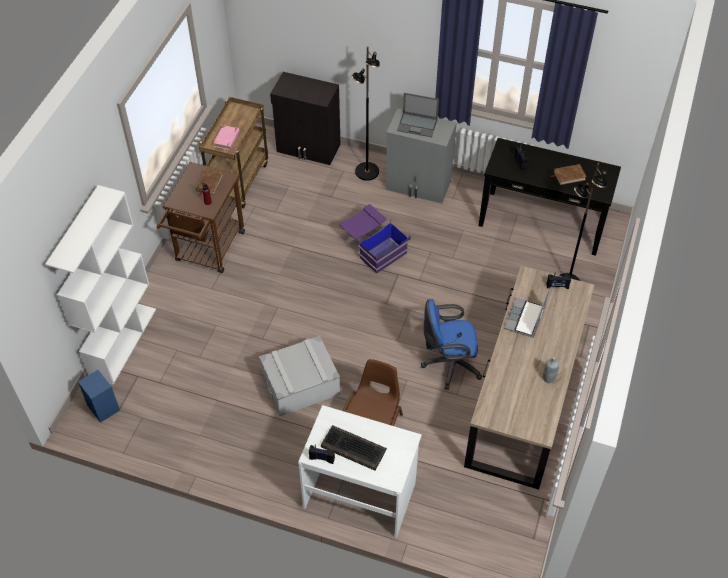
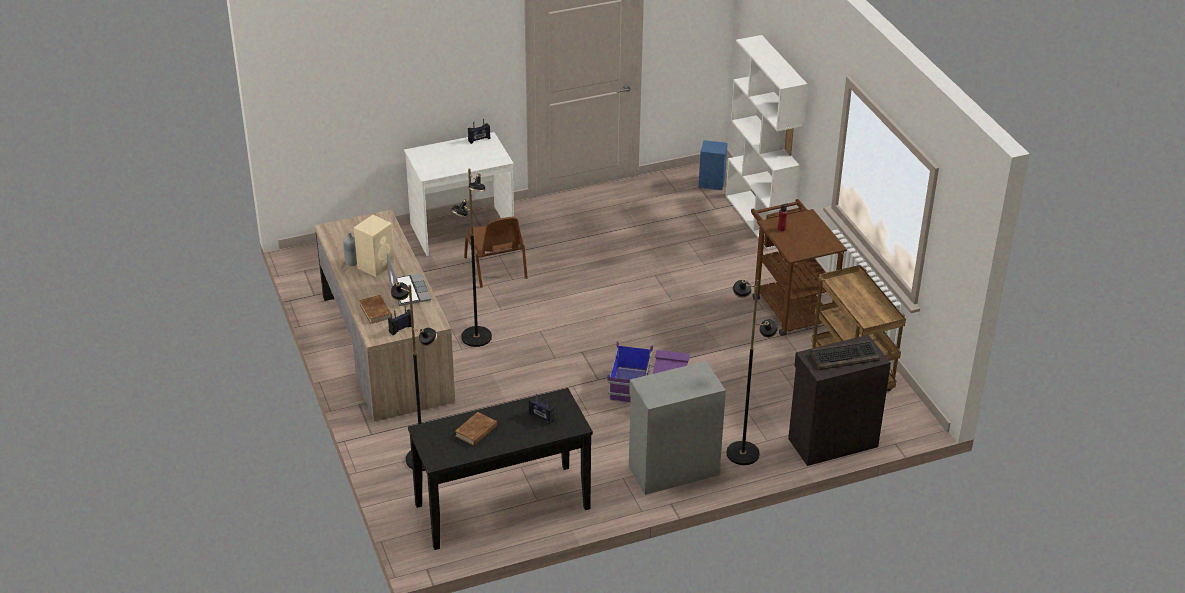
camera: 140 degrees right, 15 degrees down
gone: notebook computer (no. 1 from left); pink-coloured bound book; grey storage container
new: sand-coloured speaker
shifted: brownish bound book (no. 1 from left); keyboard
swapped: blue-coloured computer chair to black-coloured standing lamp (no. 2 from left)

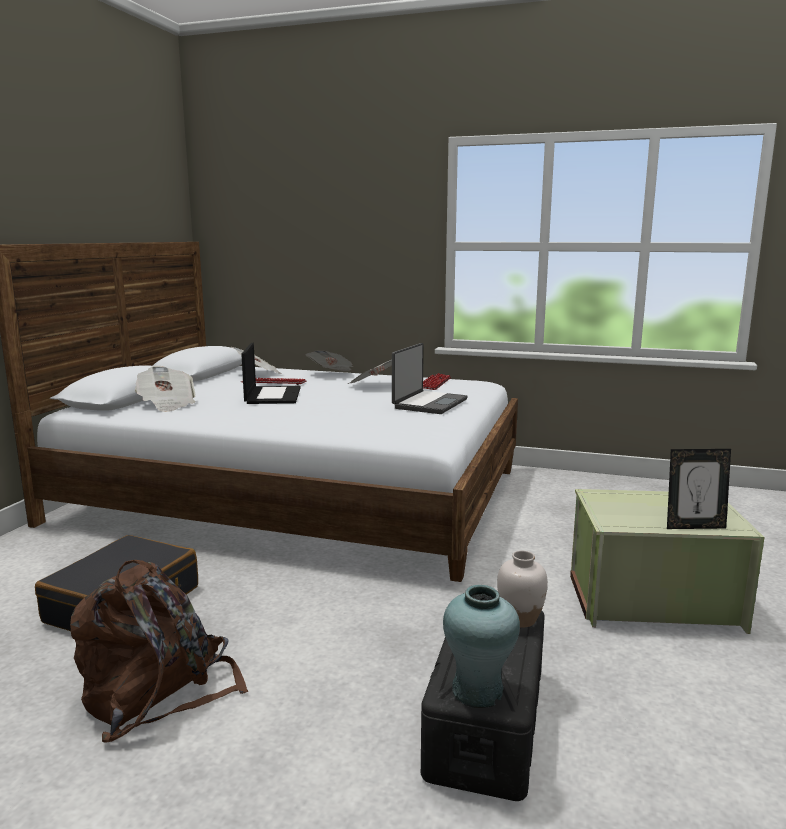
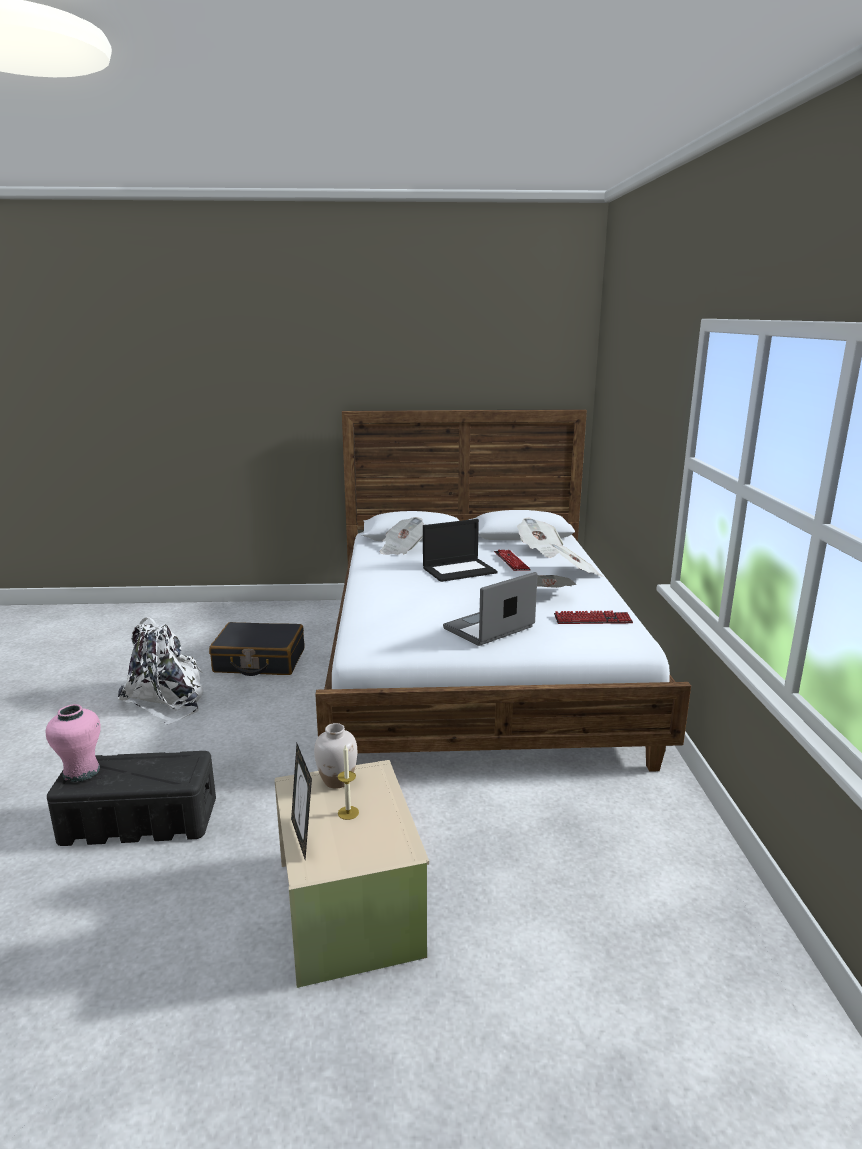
camera: 70 degrees right, 5 degrees up
new: wax light
shifted: white vase
repainted: greenish storage container to sand-coloured storage container; brownish backpack to white backpack; blue-green vase to pink-coloured vase
rotated: notebook computer (no. 2 from left) 135 degrees clockwise

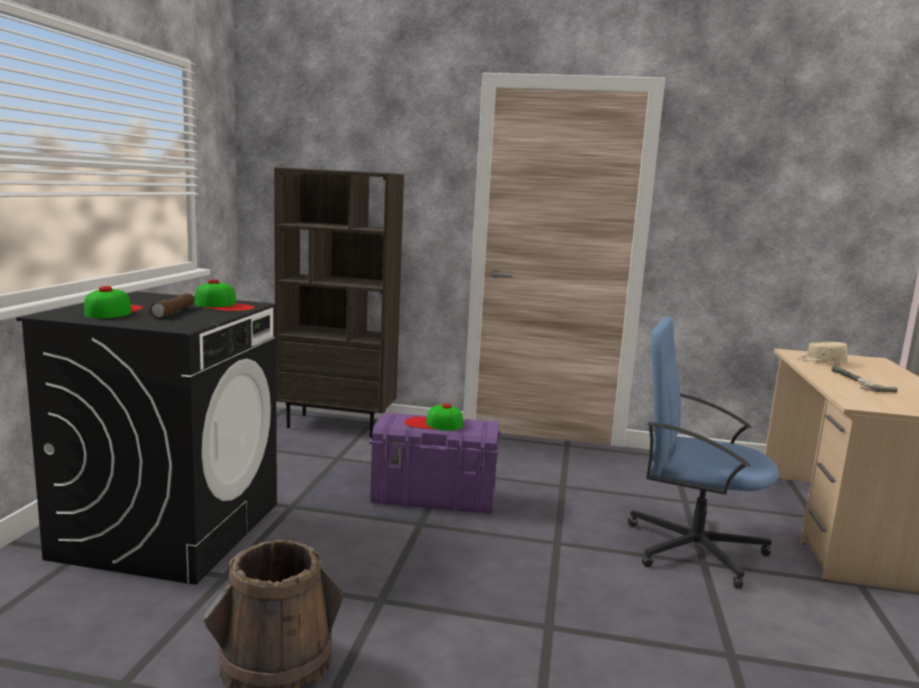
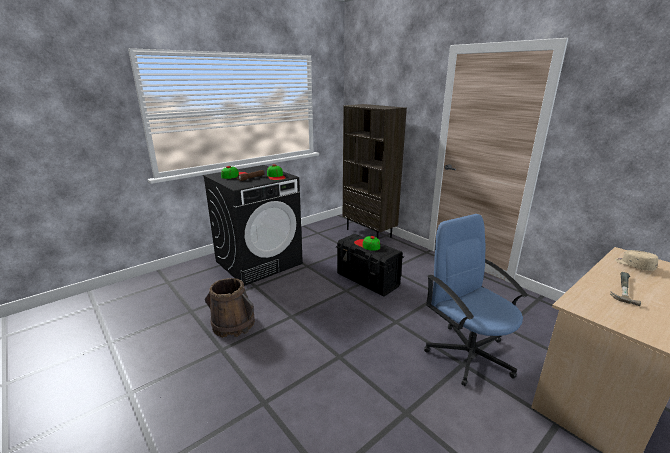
camera: 40 degrees right, 10 degrees up
repainted: purple storage container to black-coloured storage container

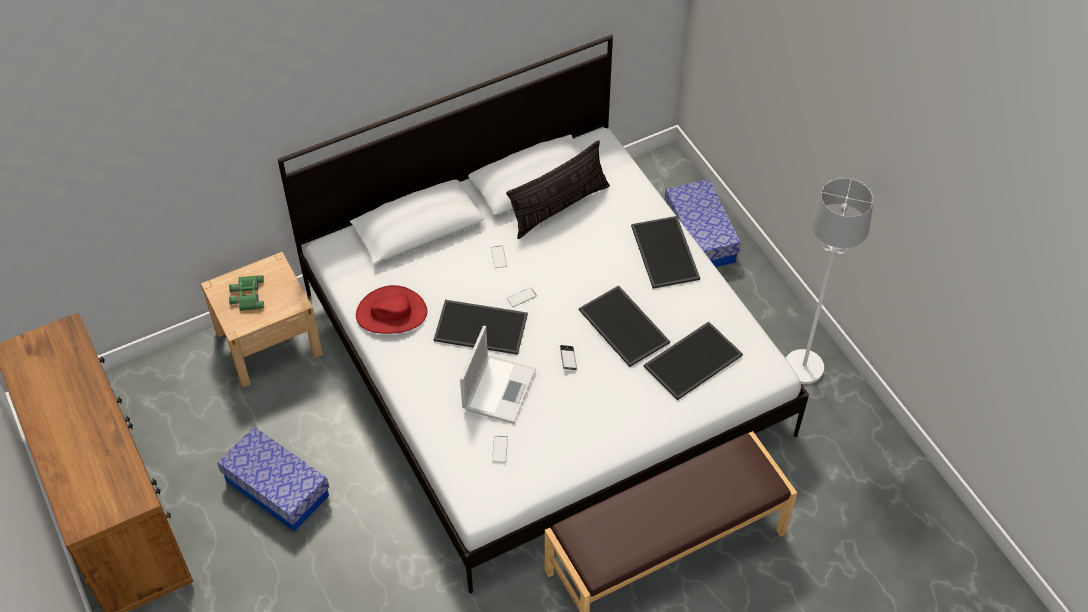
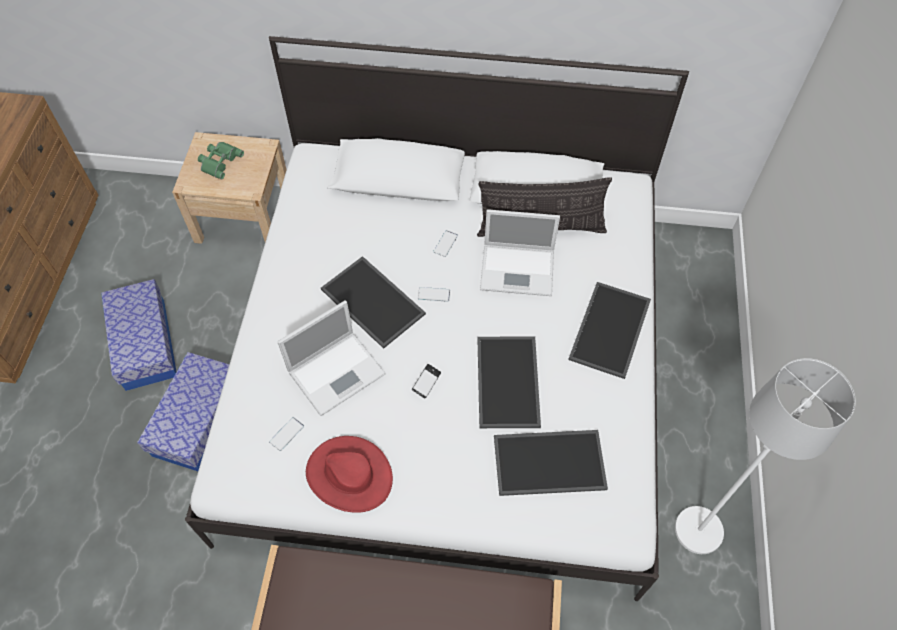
camera: 35 degrees right, 5 degrees up
new: notebook computer (no. 2 from left)
shifted: storage container (no. 2 from left); reddish wearable hat

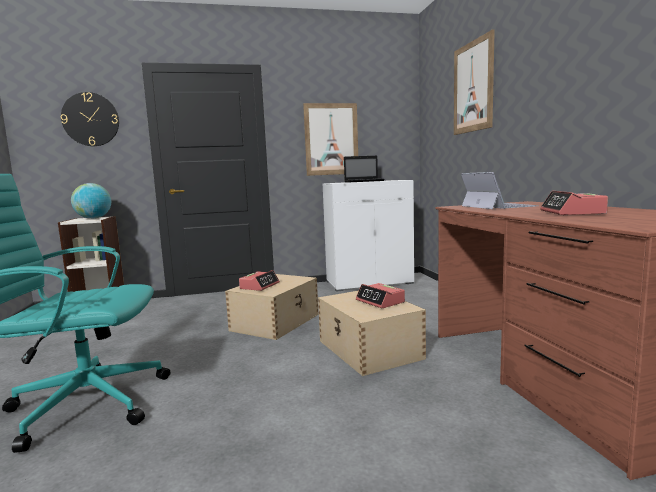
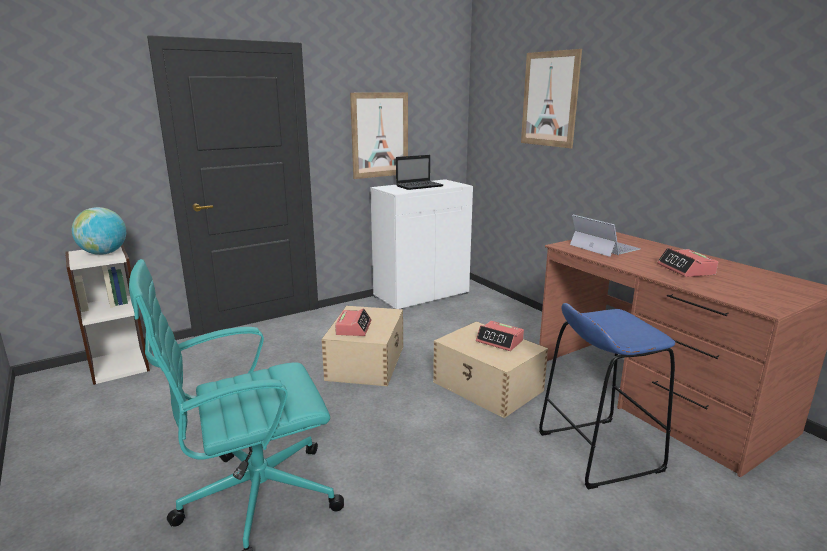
camera: 20 degrees left, 10 degrees up
gone: hanging clock
new: blue-coloured stool

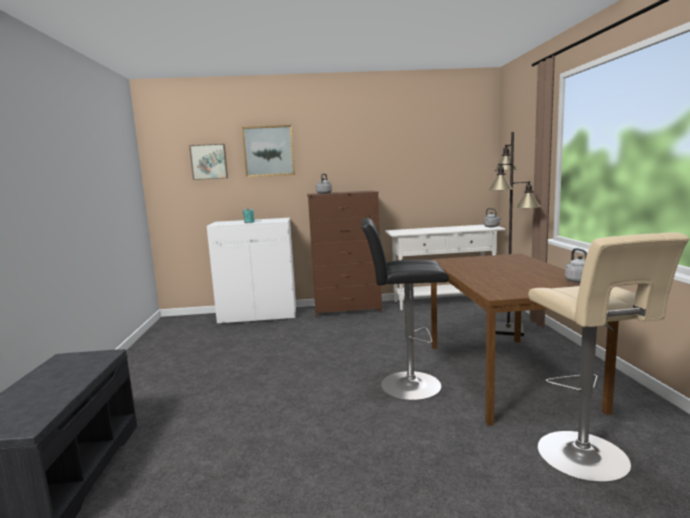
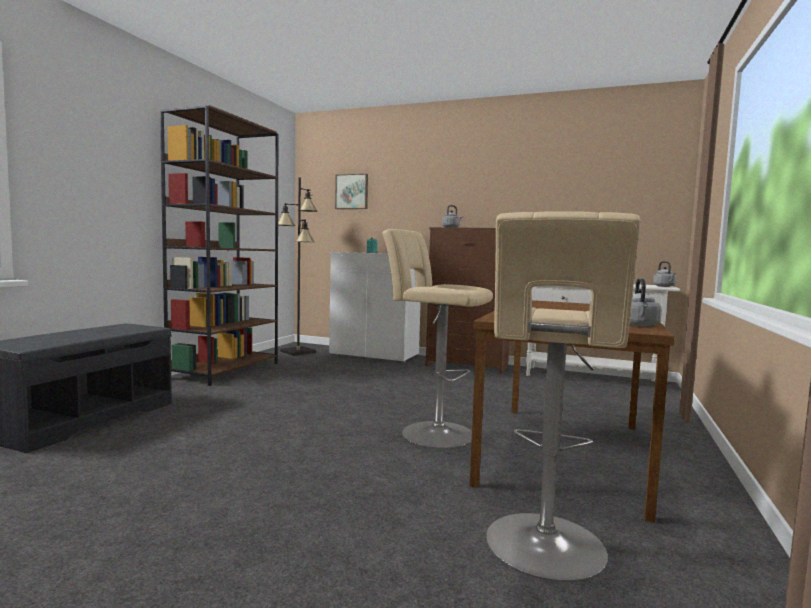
camera: 25 degrees right, 5 degrees down
gone: wall picture (no. 2 from left)
new: brownish shelving unit
shifted: black-coloured standing lamp
repainted: black-coloured stool to sand-coloured stool (no. 1 from left)

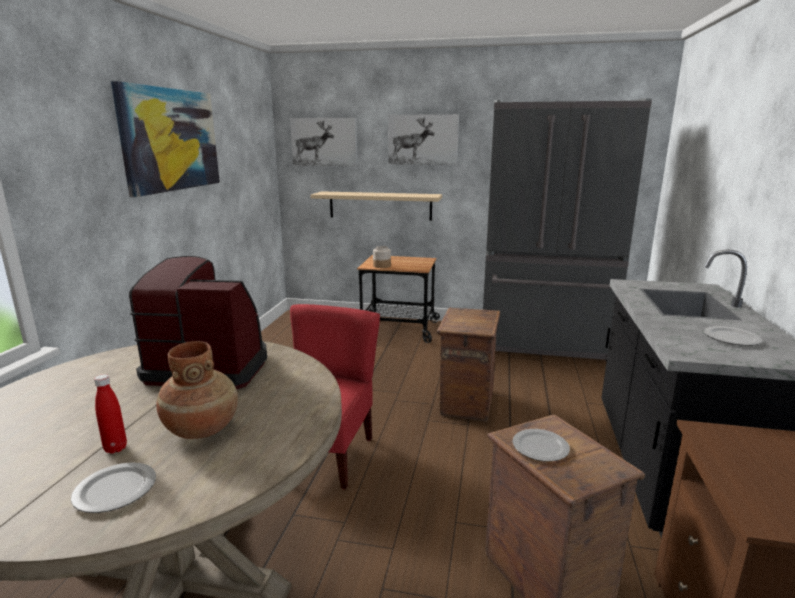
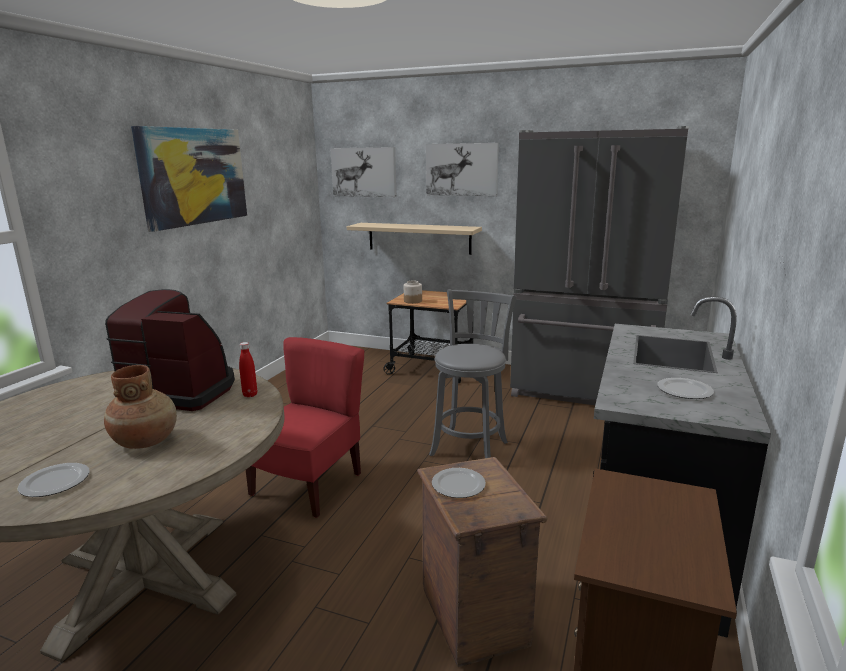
camera: 10 degrees right, 0 degrees up
shifted: reddish drink bottle
swapped: packing crate (no. 1 from left) to grey stool

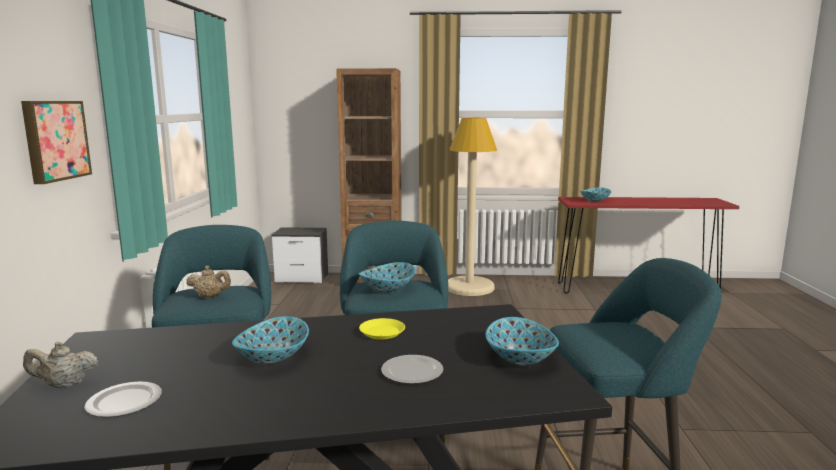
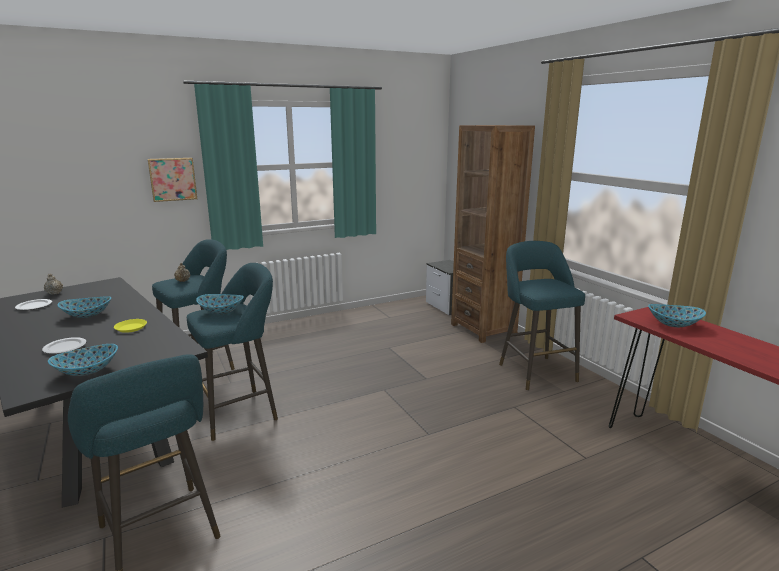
camera: 60 degrees right, 5 degrees up
swapped: sand-coloured standing lamp to blue-green stool (no. 4 from left)

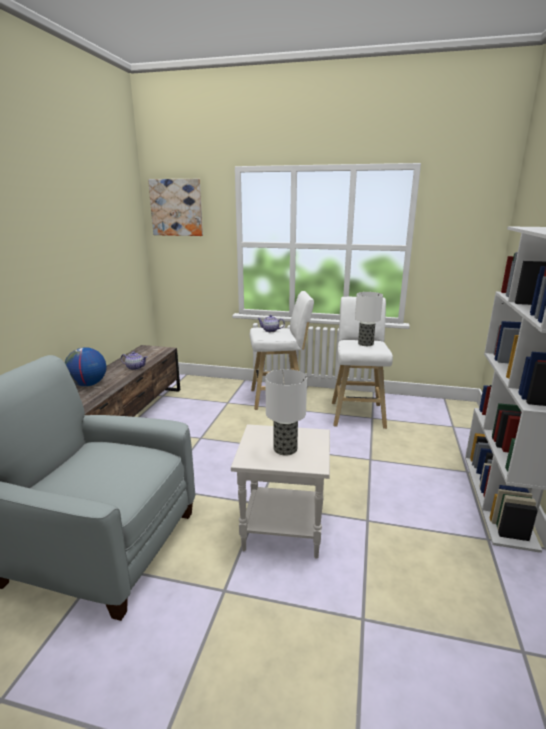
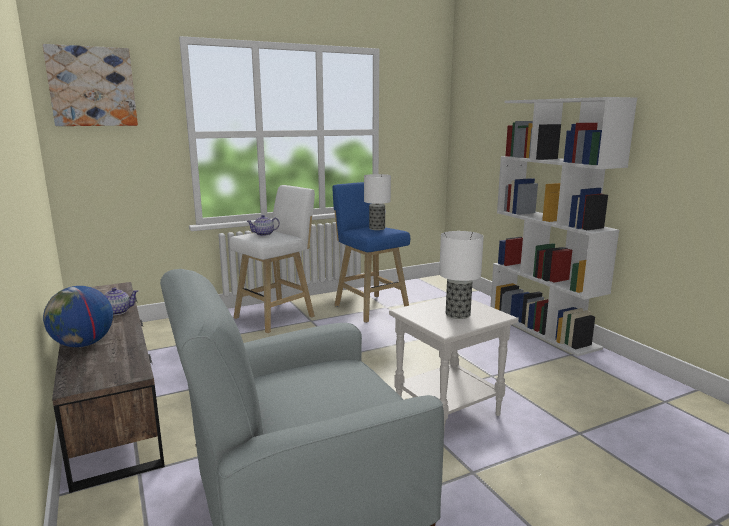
camera: 40 degrees left, 5 degrees down
repainted: white stool (no. 2 from left) to blue-coloured stool

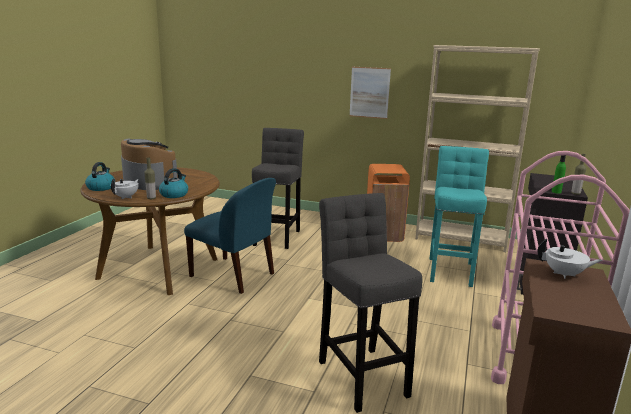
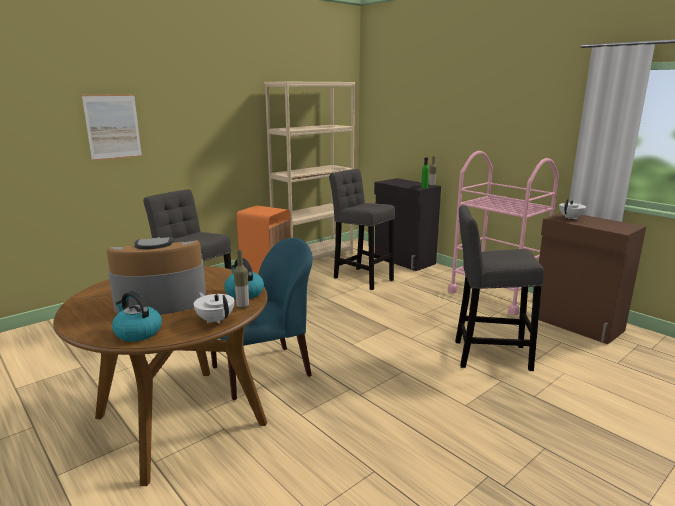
camera: 60 degrees left, 0 degrees up
shifted: wall picture
repainted: blue-green stool to grey stool (no. 2 from left)

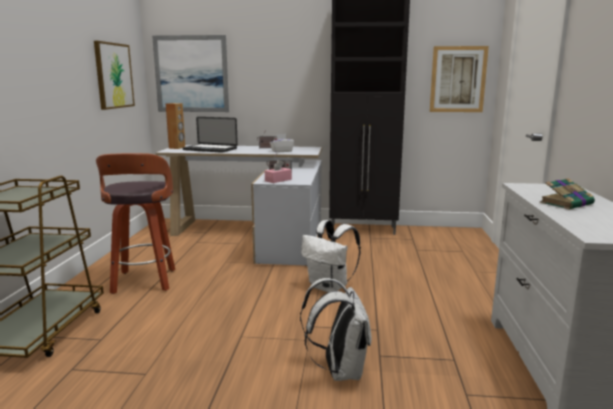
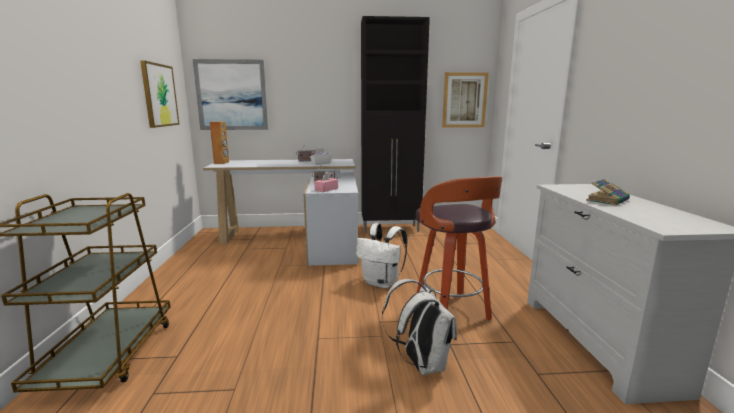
camera: 10 degrees left, 0 degrees up
gone: notebook computer
shifted: stool

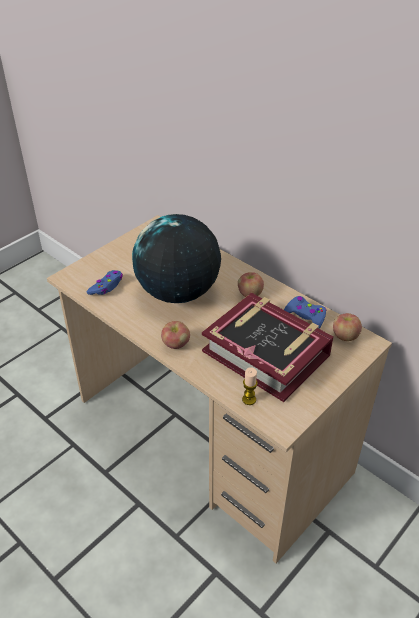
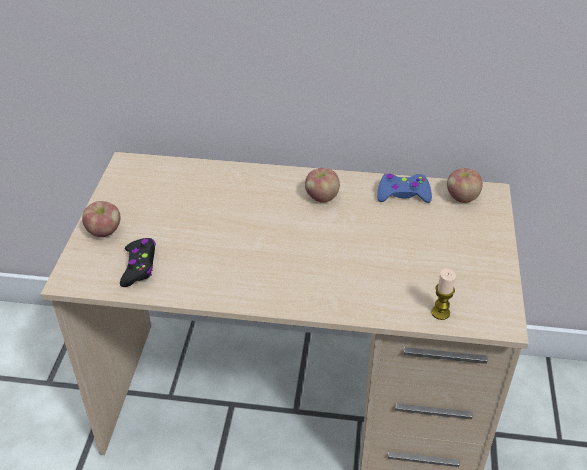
camera: 35 degrees left, 0 degrees up
gone: globe; bound book
shifted: whole apple (no. 1 from left)
repainted: blue-coloured gamepad (no. 1 from left) to black-coloured gamepad

